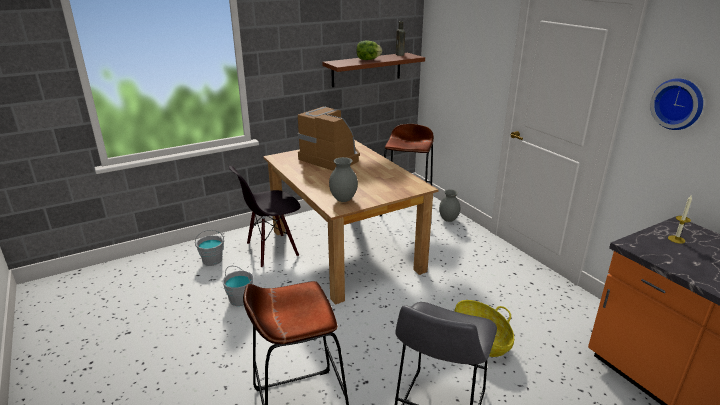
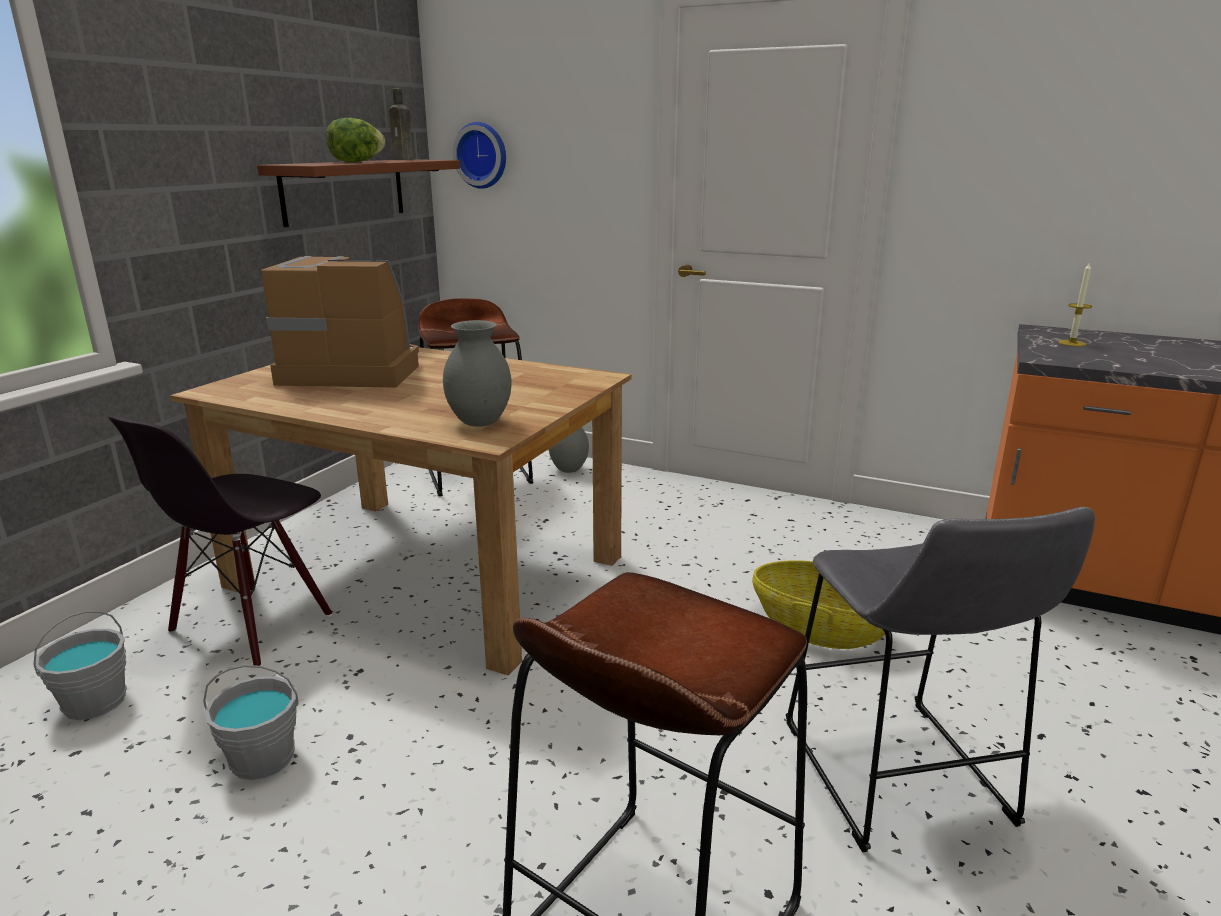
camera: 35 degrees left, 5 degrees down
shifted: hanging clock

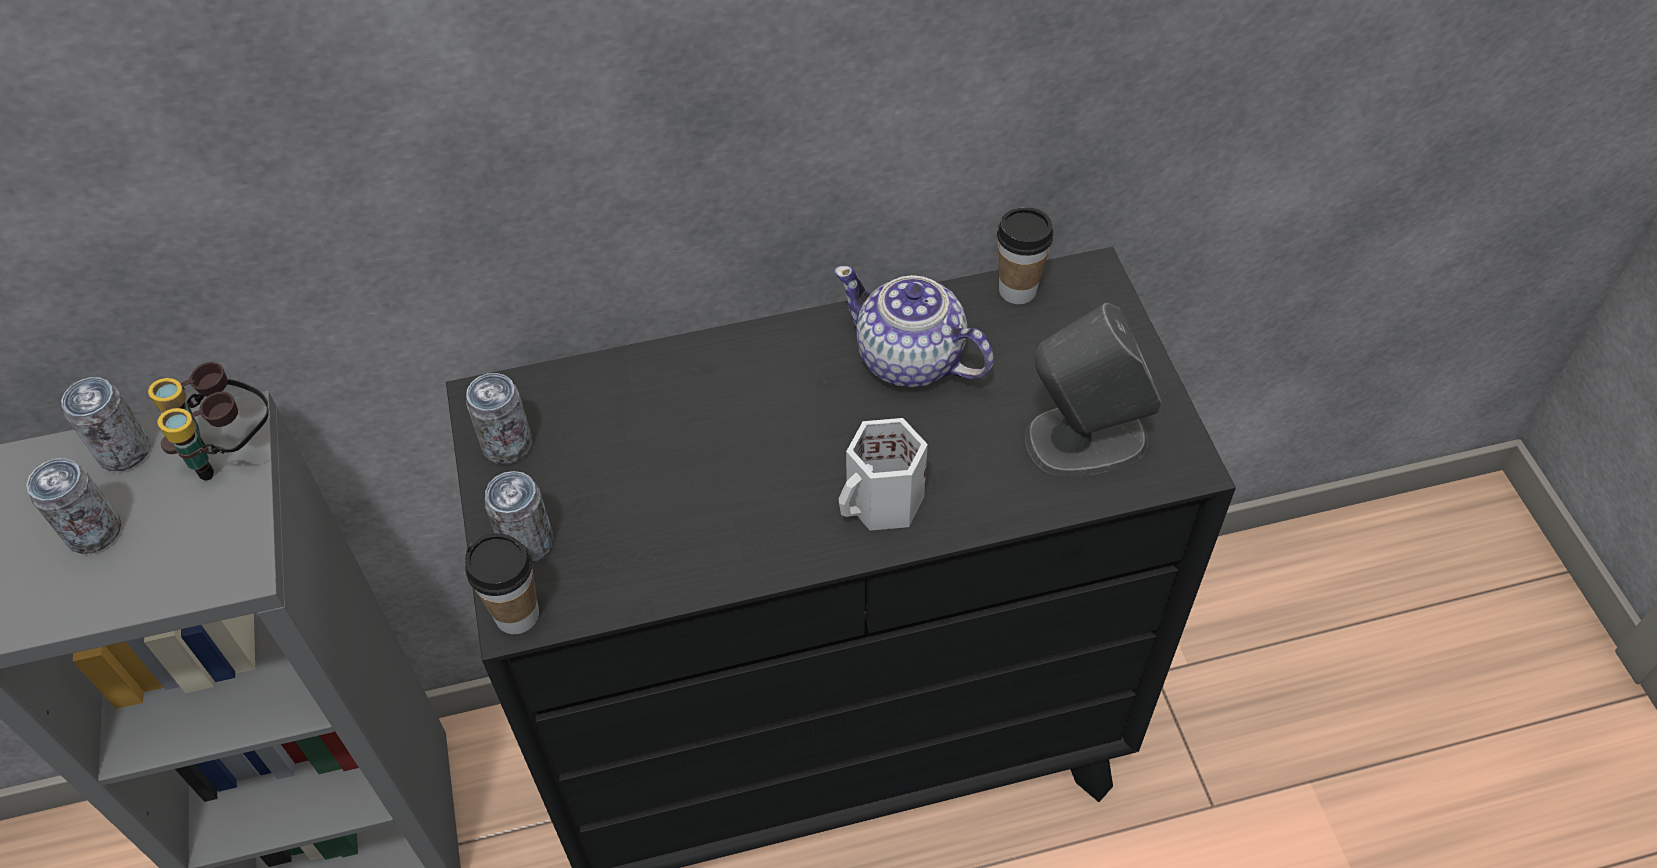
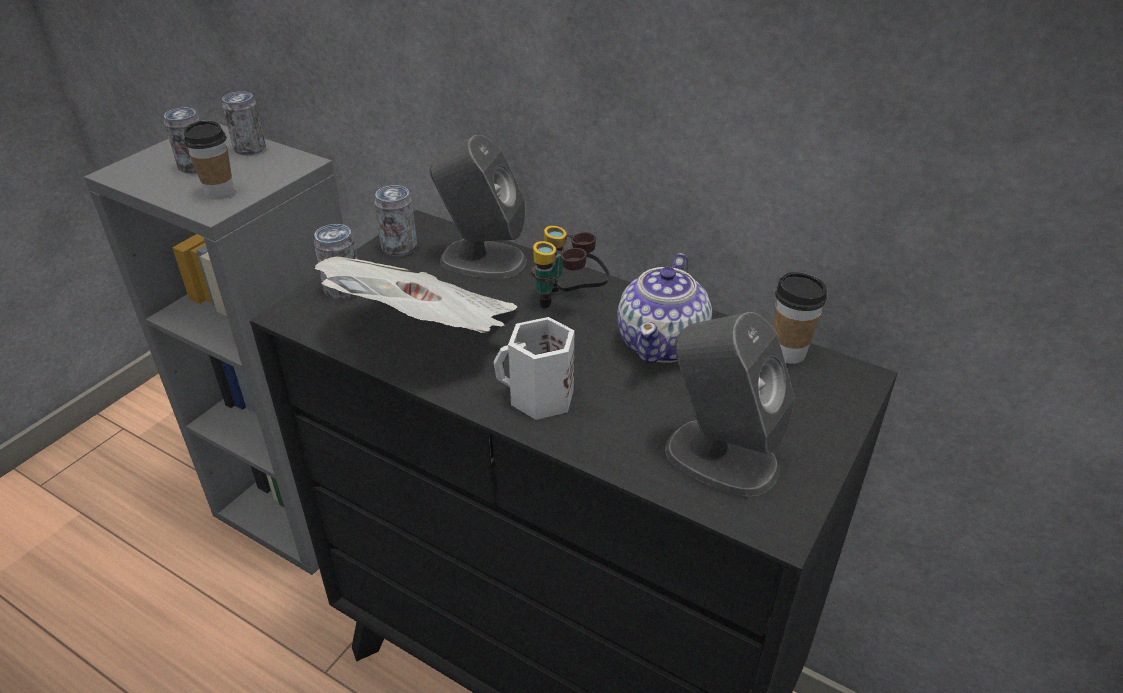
camera: 45 degrees right, 15 degrees down
new: grey speaker (no. 1 from left); newspaper
shifted: binoculars; small cup (no. 1 from left)
rotated: tea pot 150 degrees counterclockwise

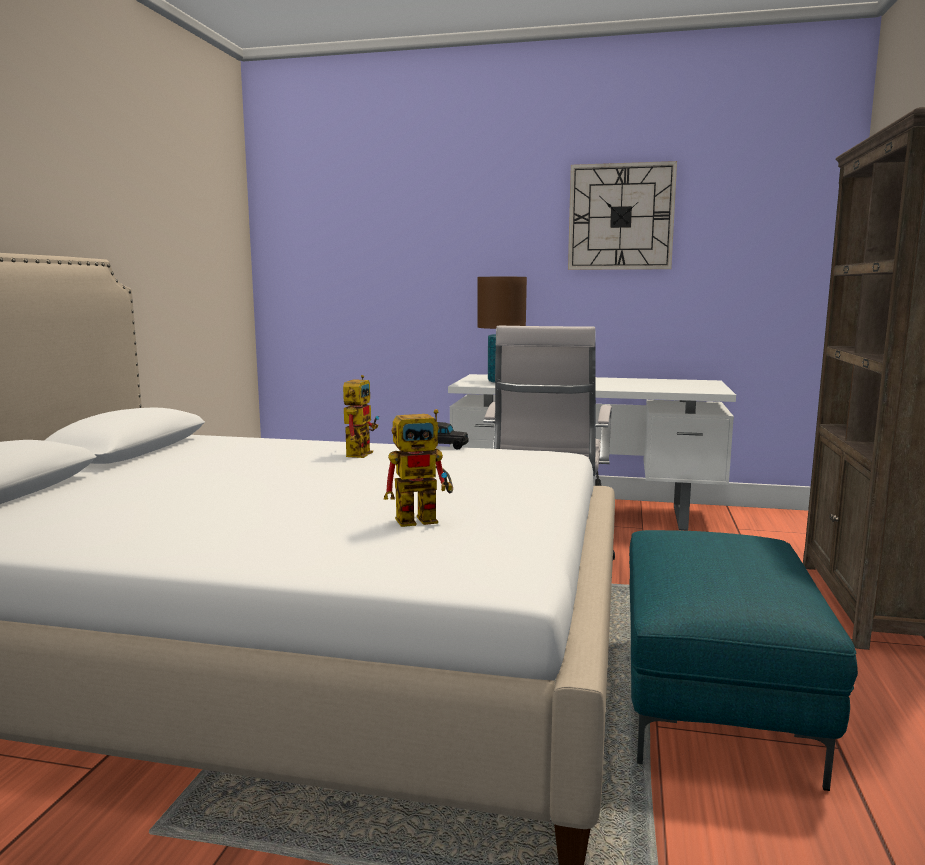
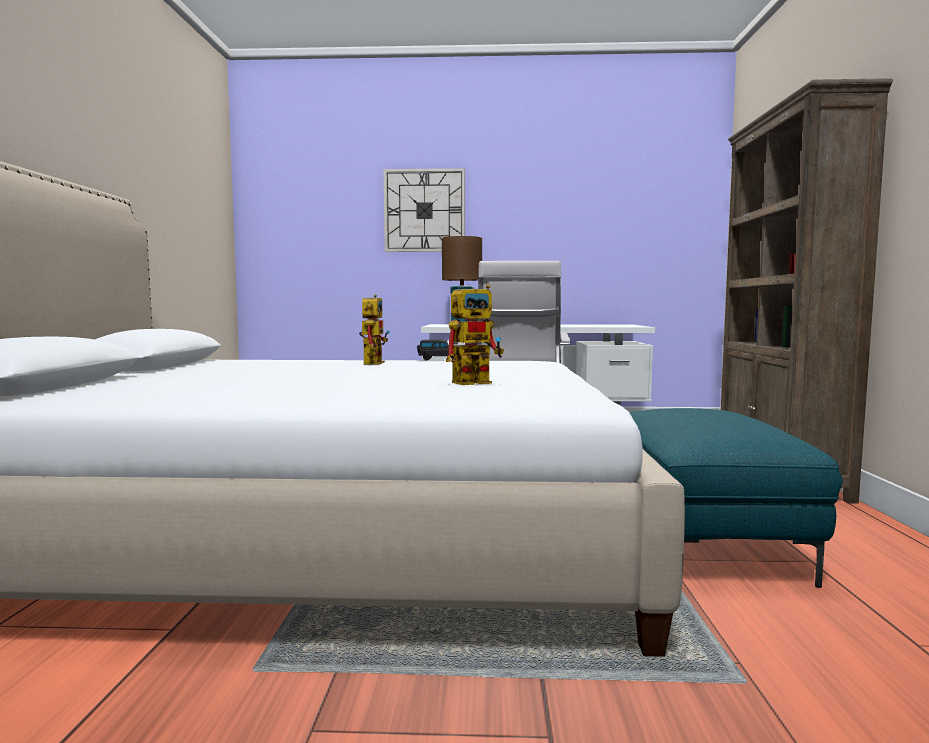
camera: 10 degrees left, 5 degrees down
shifted: hanging clock

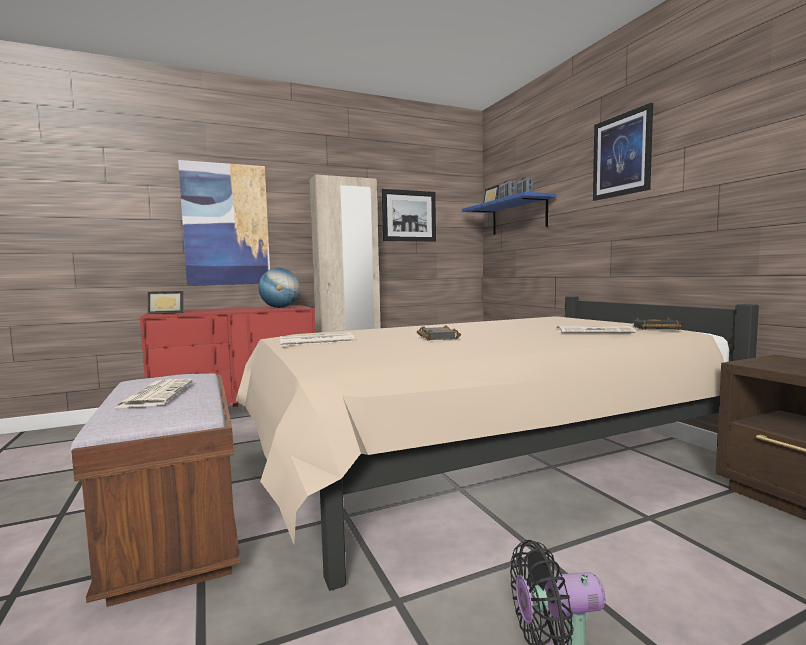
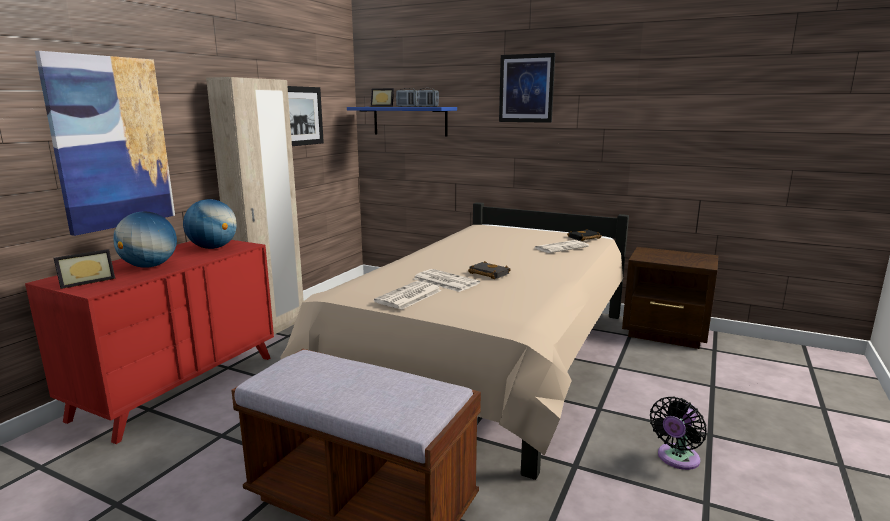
camera: 40 degrees left, 10 degrees up
new: globe (no. 1 from left)
shifted: newspaper (no. 1 from left in the first image) to newspaper (no. 2 from left)

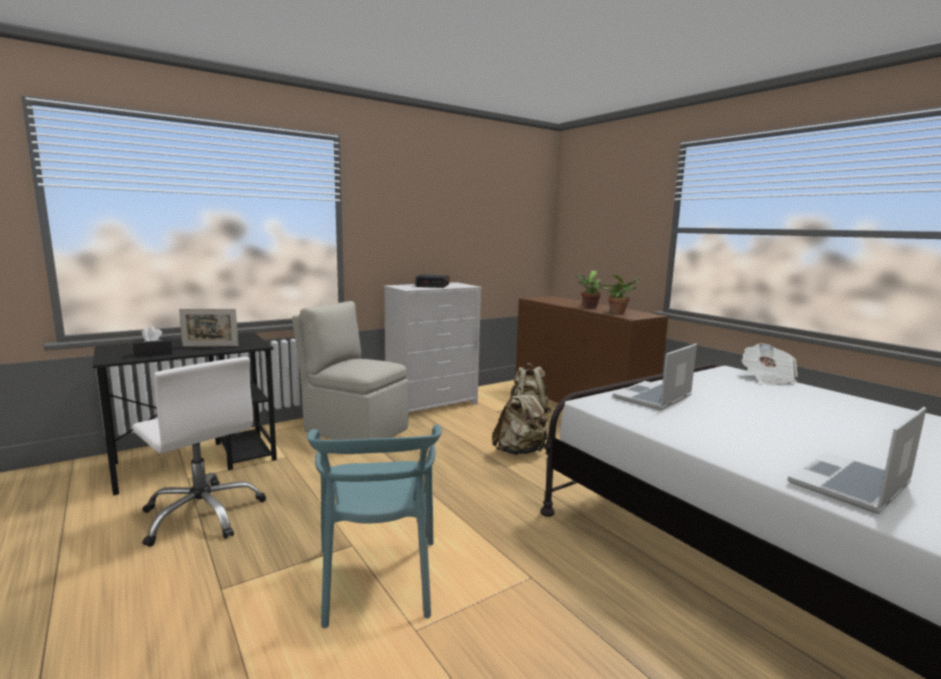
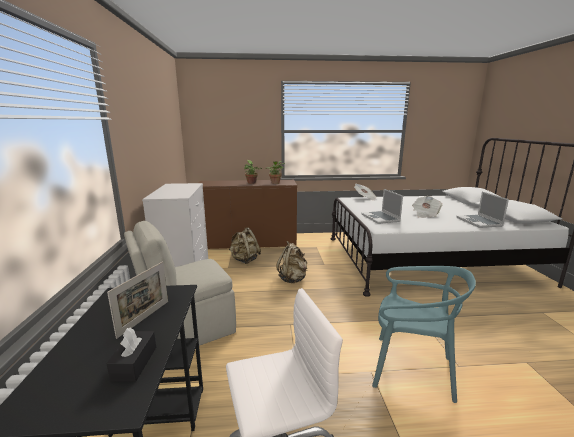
camera: 60 degrees left, 5 degrees up
gone: alarm clock
new: newspaper (no. 2 from left)

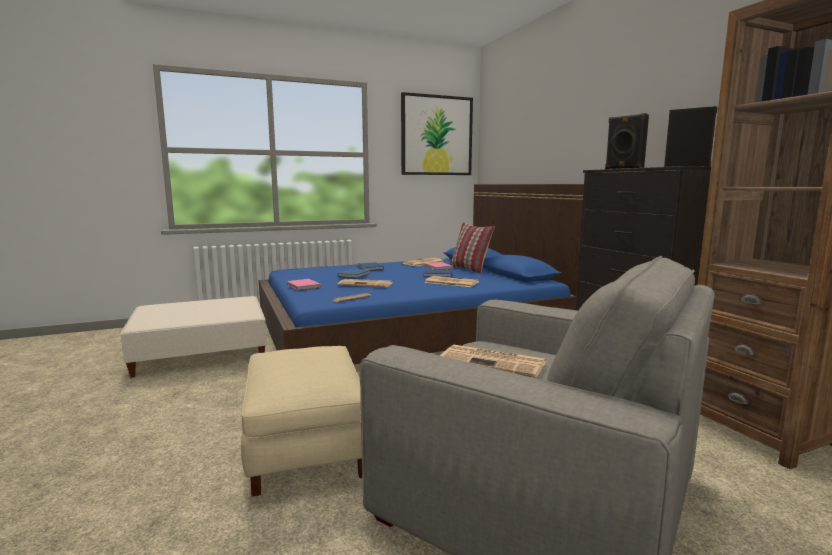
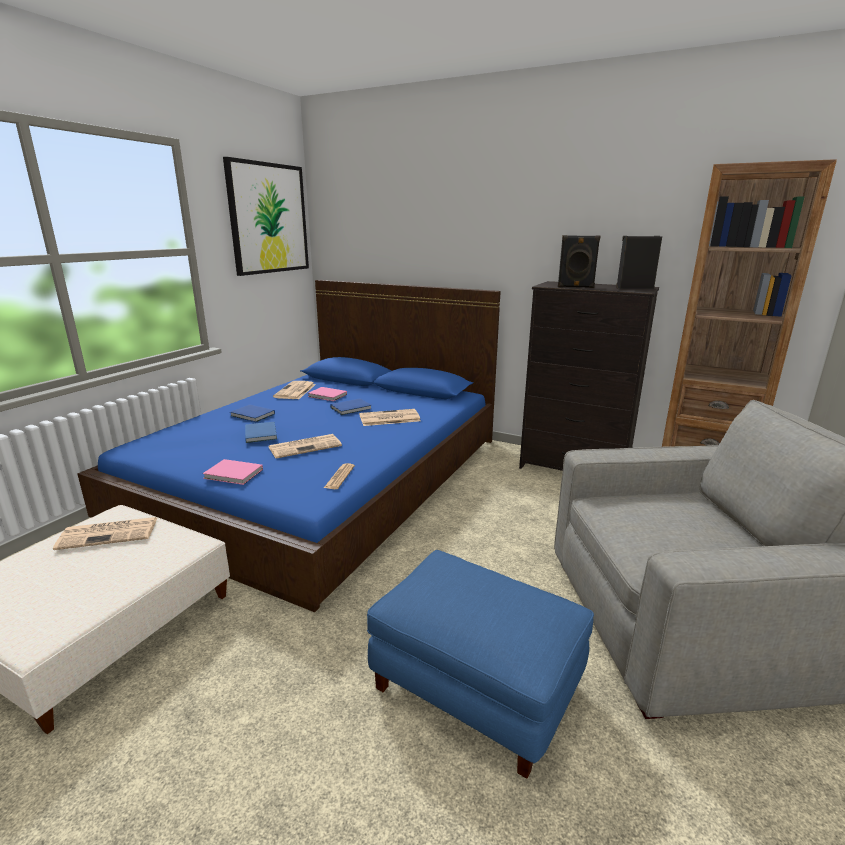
camera: 40 degrees left, 10 degrees up
gone: pillow
shifted: newspaper (no. 5 from left in the first image) to newspaper (no. 1 from left)
repainted: sand-coloured pouffe (no. 2 from left) to blue-coloured pouffe

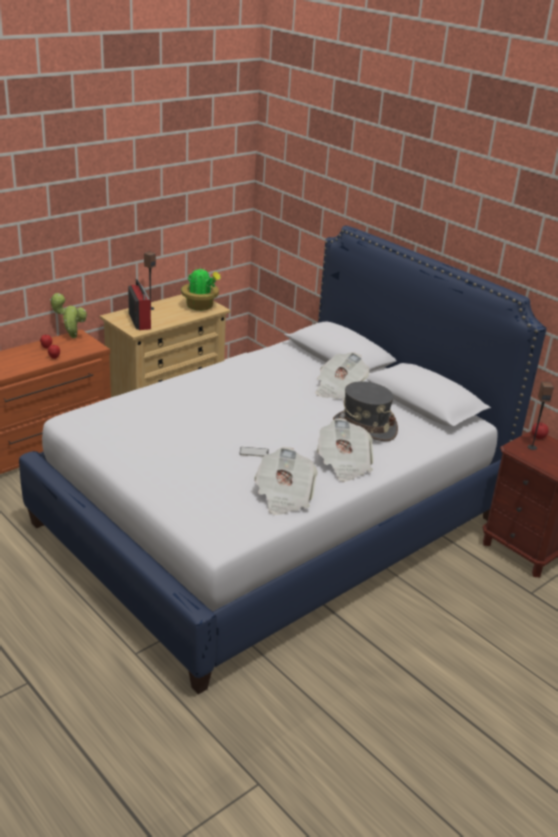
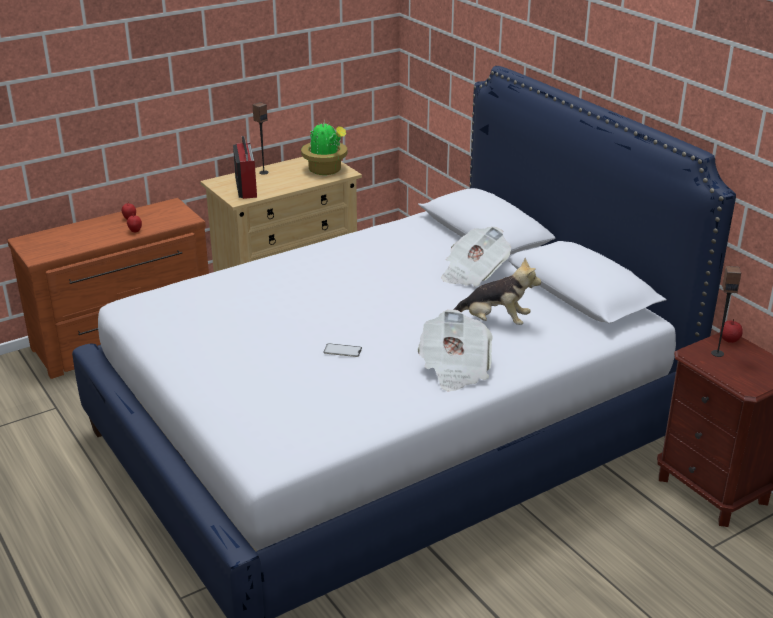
camera: 10 degrees right, 0 degrees up
gone: potted plant (no. 1 from left); newspaper (no. 1 from left)
swapped: grey wearable hat to plush toy

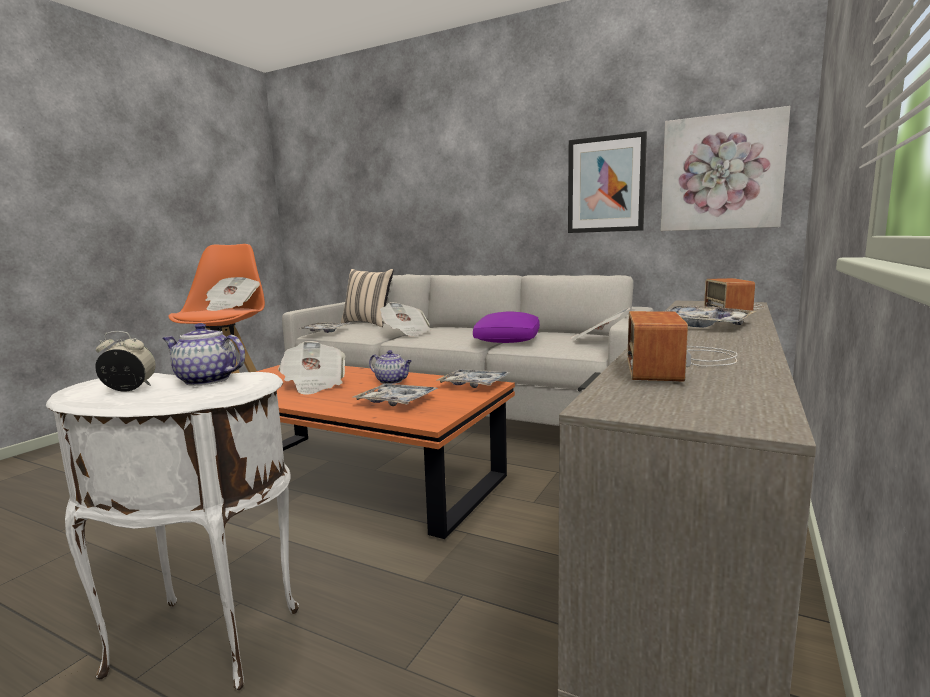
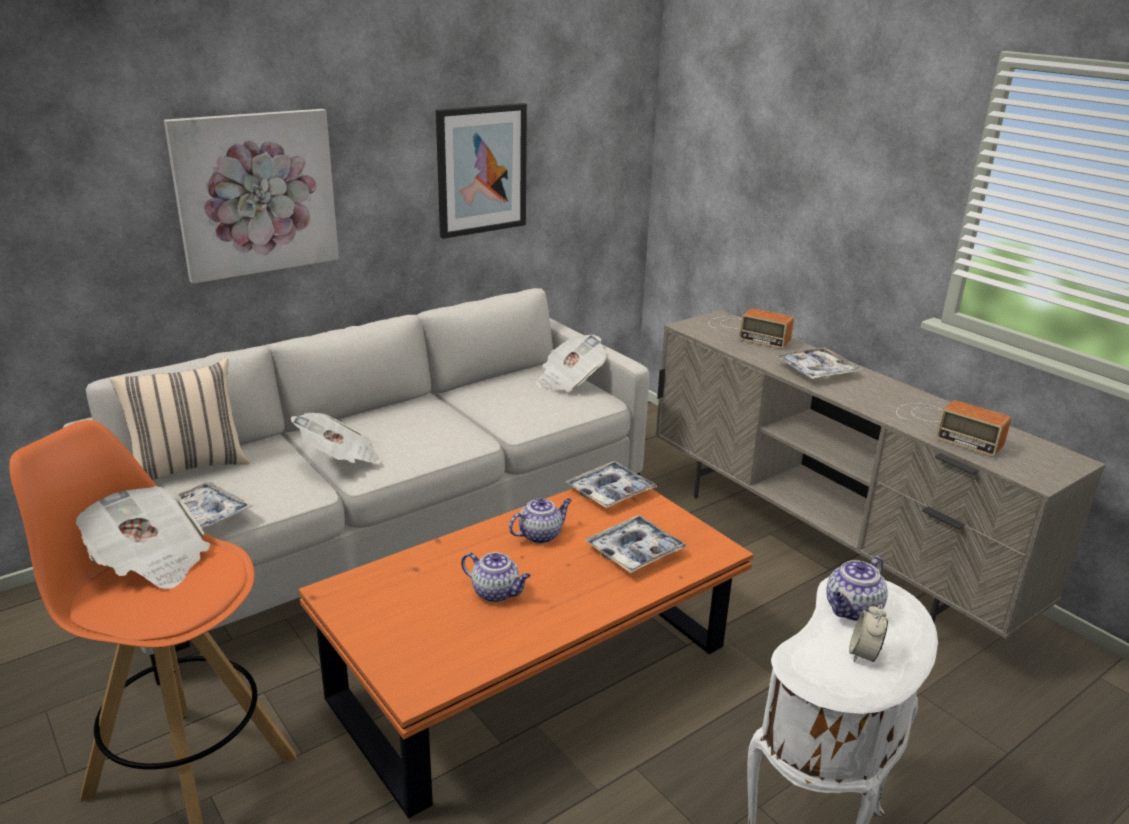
camera: 65 degrees left, 15 degrees up
gone: purple pillow
shifted: wall picture (no. 2 from left in the first image) to wall picture (no. 1 from left)
swapped: newspaper (no. 2 from left) to tea pot (no. 1 from left)

